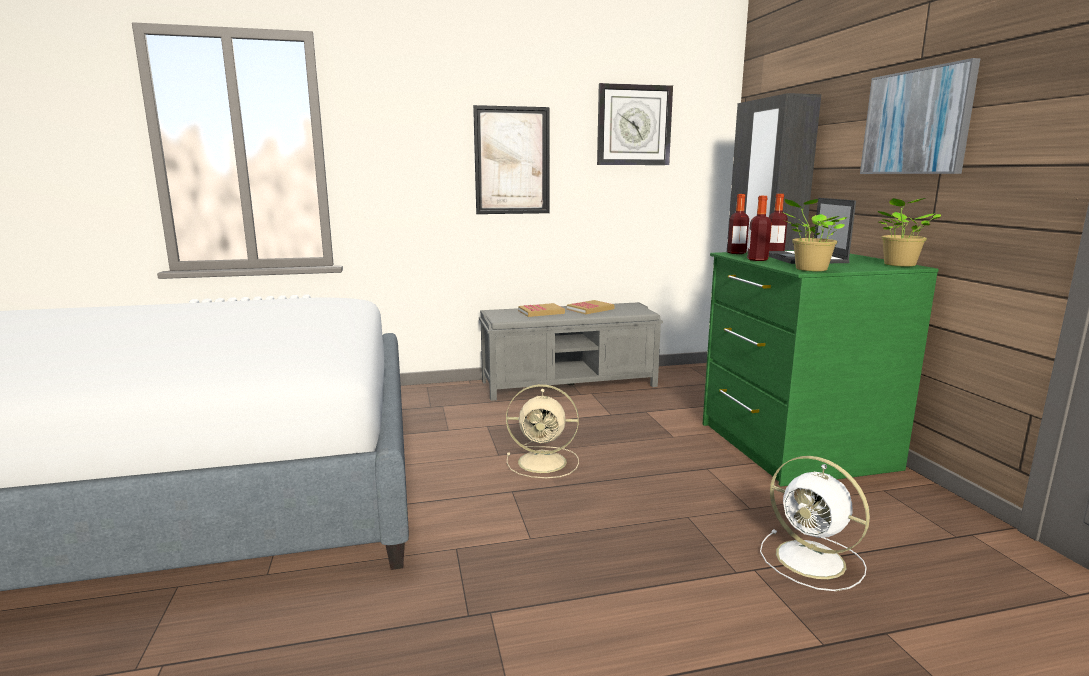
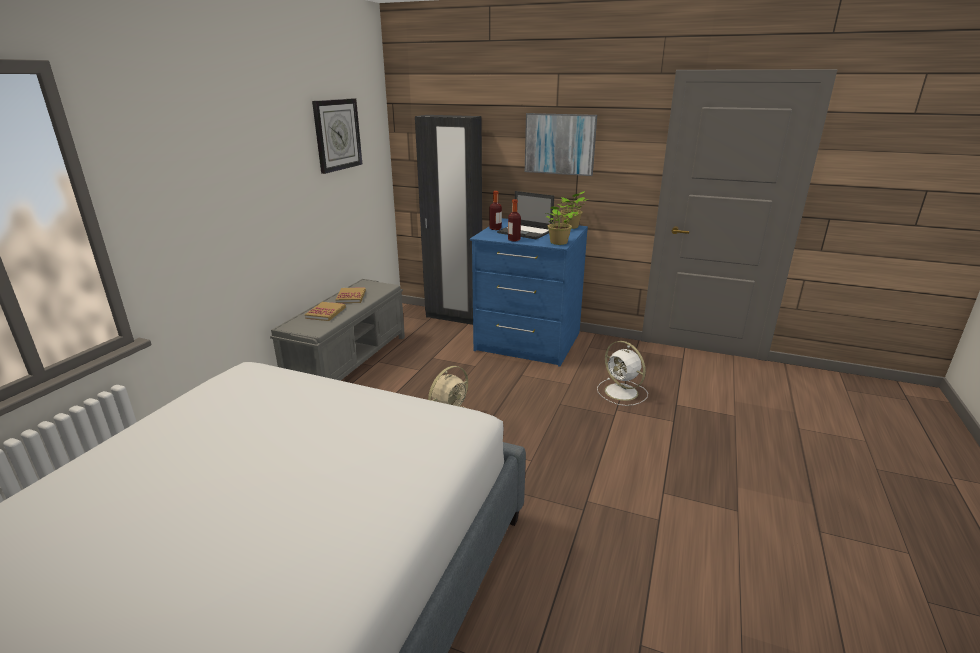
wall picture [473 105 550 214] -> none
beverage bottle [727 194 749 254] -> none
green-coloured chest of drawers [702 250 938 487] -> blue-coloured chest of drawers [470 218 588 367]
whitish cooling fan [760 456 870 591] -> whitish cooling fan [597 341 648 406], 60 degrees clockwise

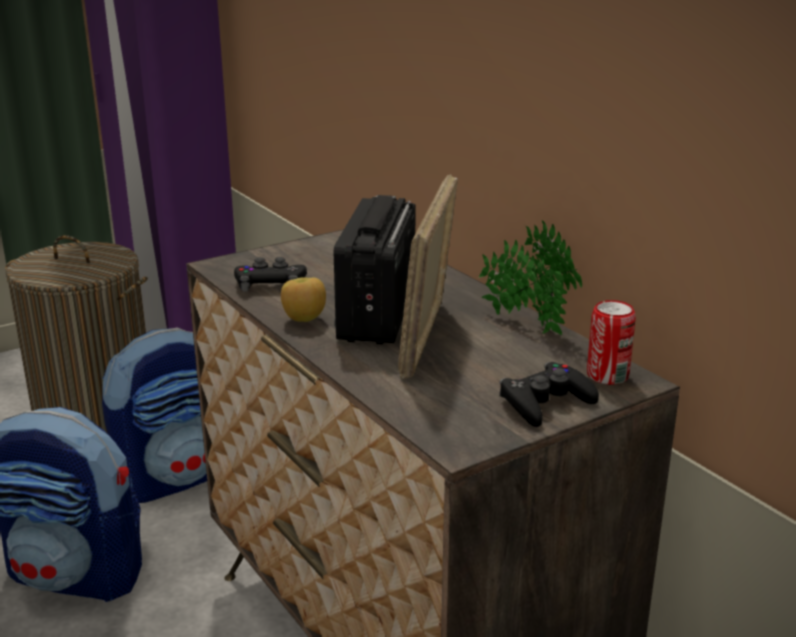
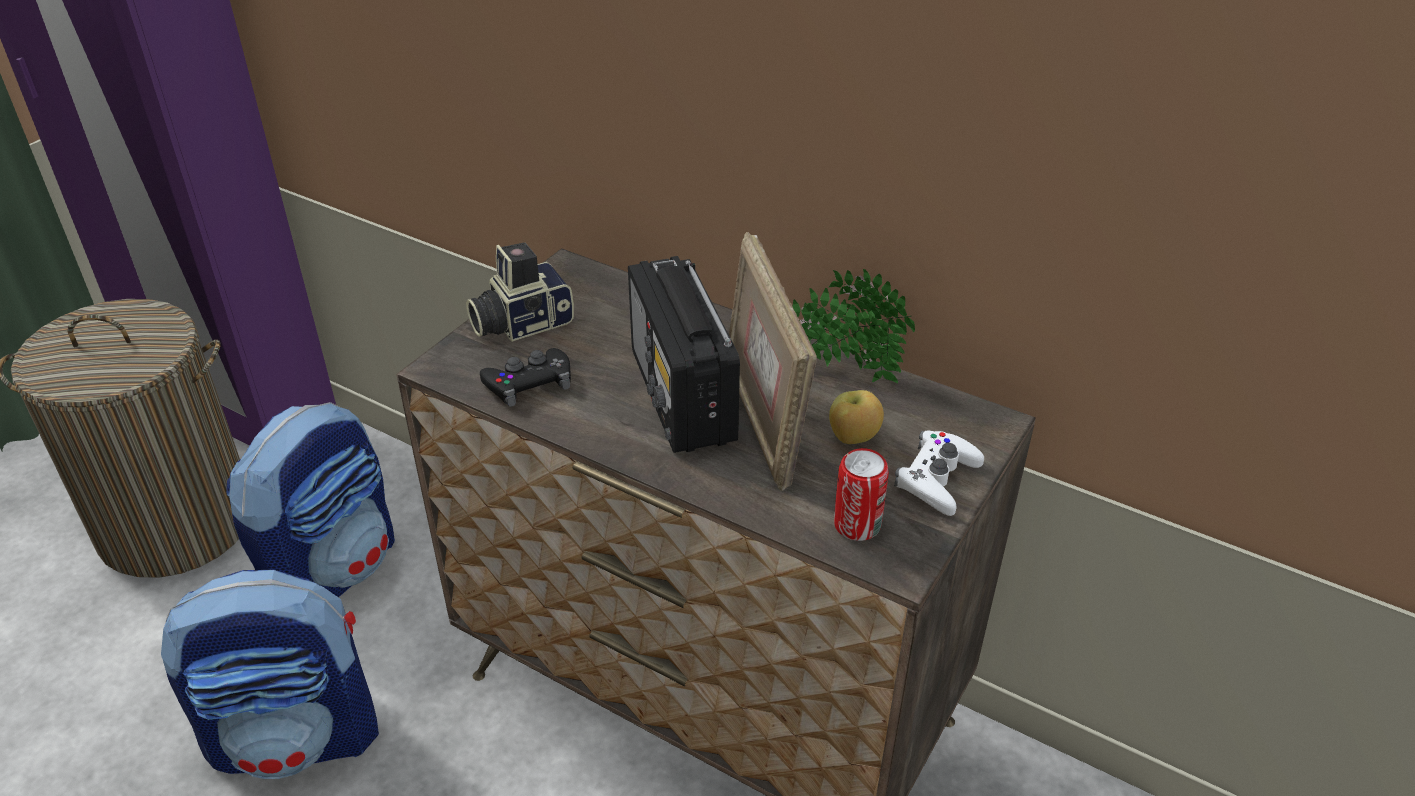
none -> still camera [466 242 574 342]
apple [281 277 326 322] -> apple [829 390 884 444], relocated
can [587 300 636 385] -> can [834 448 889 541], relocated
black game controller [500 362 599 427] -> whitish game controller [894 430 984 516]

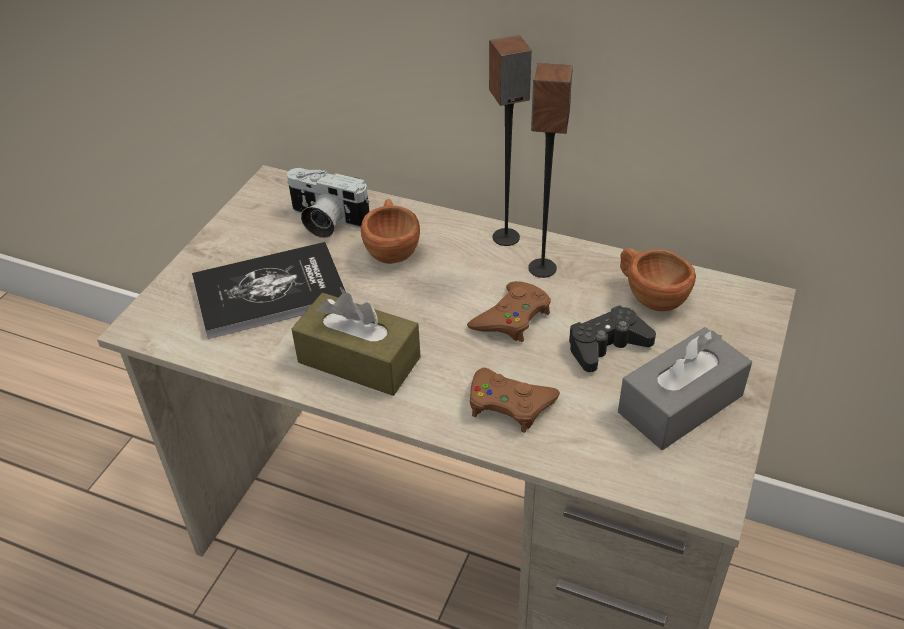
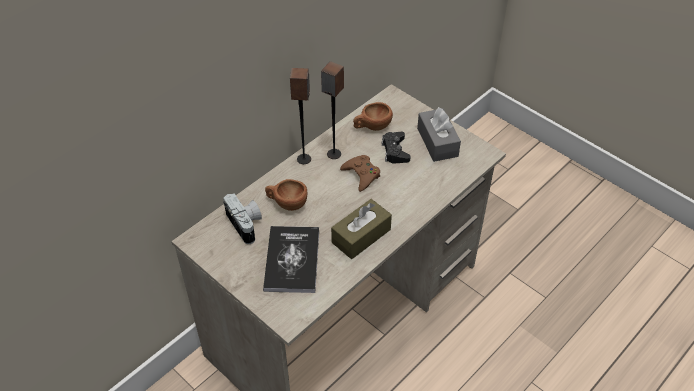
brown-coloured game controller [470 368 560 433] -> none
still camera [287 168 370 238] -> still camera [223 194 262 244], 75 degrees counterclockwise

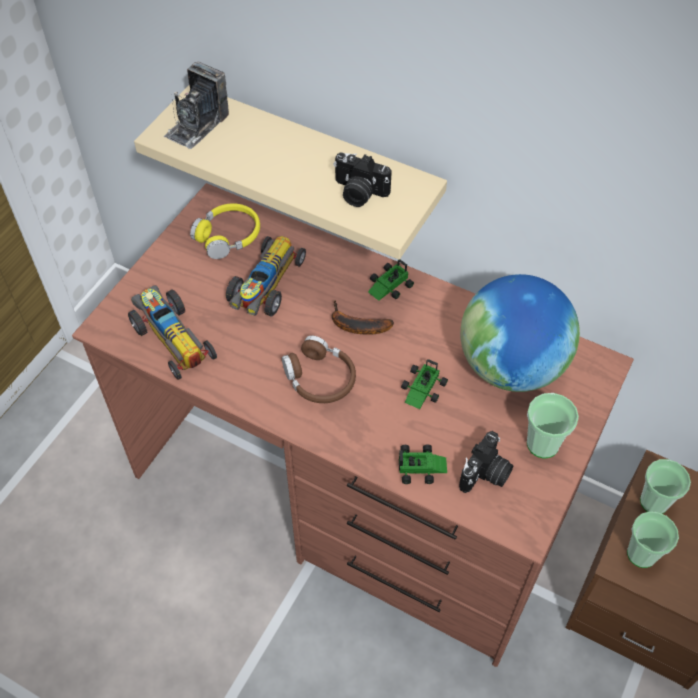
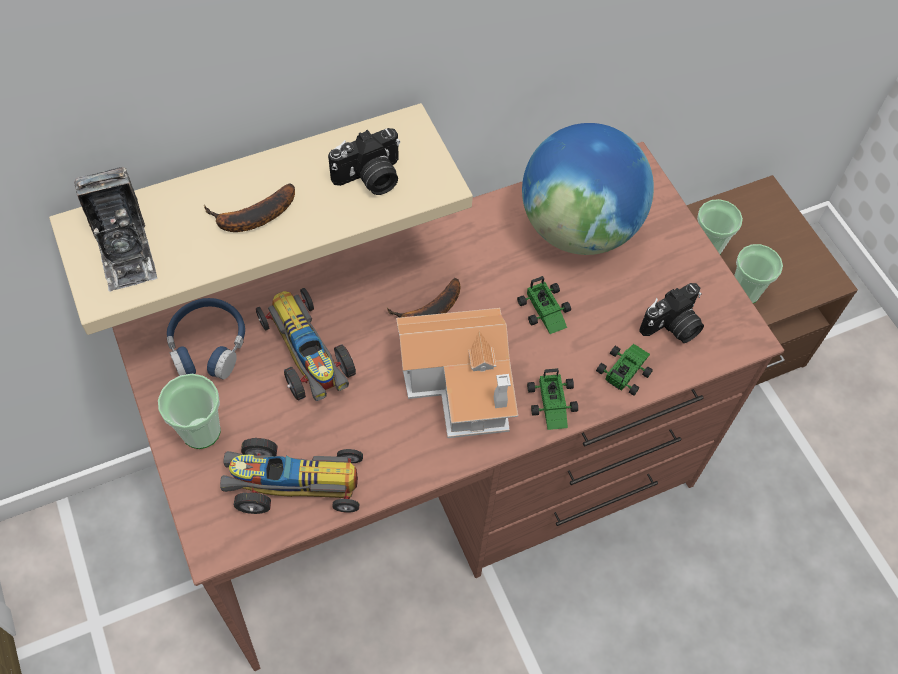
none -> whole banana [204 183 295 232]
toy car [368 260 414 301] -> toy car [527 368 578 430], relocated
drinking cup [527 393 579 458] -> drinking cup [158 374 221 449], relocated
brown-coloured pair of headphones [282 336 356 403] -> toy house [396 308 518 438]
yellow-coloured pair of headphones [190 203 260 259] -> blue-coloured pair of headphones [167 298 245 380]
still camera [459 431 514 493] -> still camera [639 283 704 343], 75 degrees clockwise

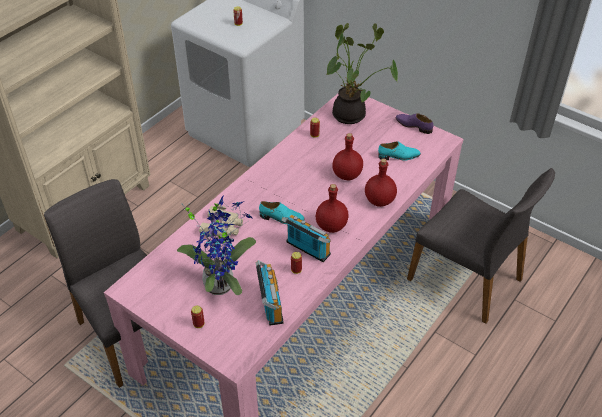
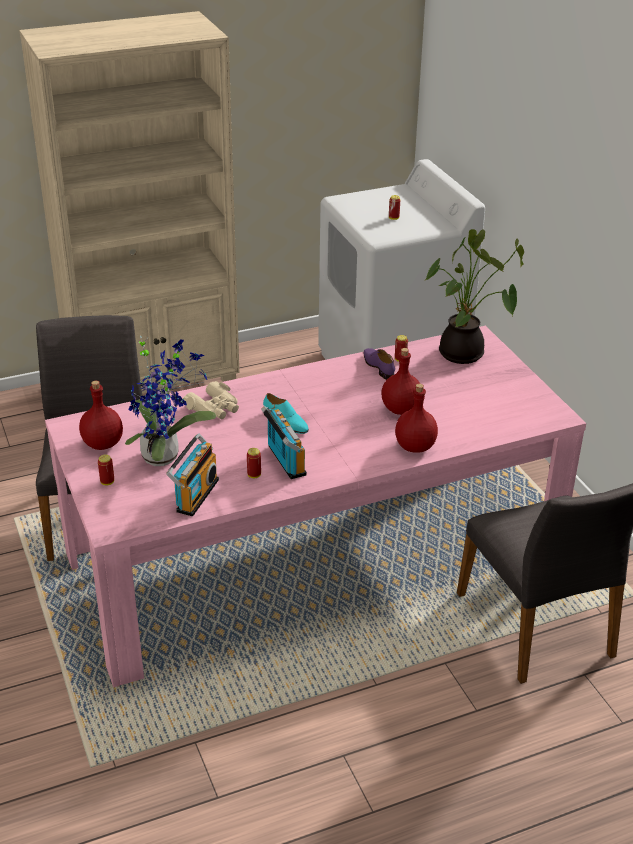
turquoise-coloured low shoe [378 141 421 161] -> none
red-coloured beverage bottle [316 184 349 233] -> red-coloured beverage bottle [79 381 123 450], relocated
purplish low shoe [396 113 434 134] -> purplish low shoe [364 348 395 380], relocated

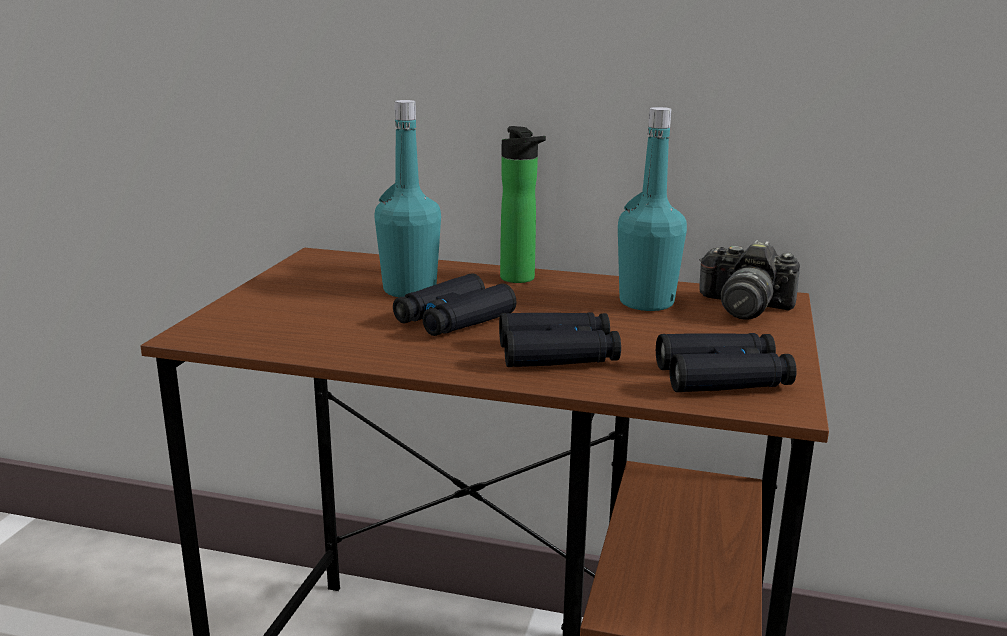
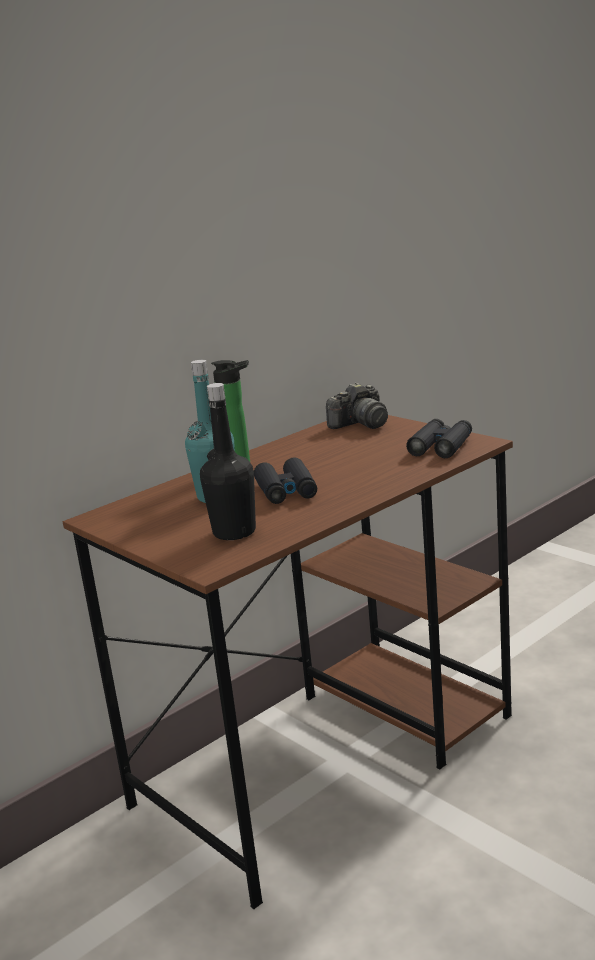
black binoculars [499 312 621 367] -> none
turquoise-coloured beverage bottle [618 107 687 311] -> none
none -> black beverage bottle [200 383 256 540]

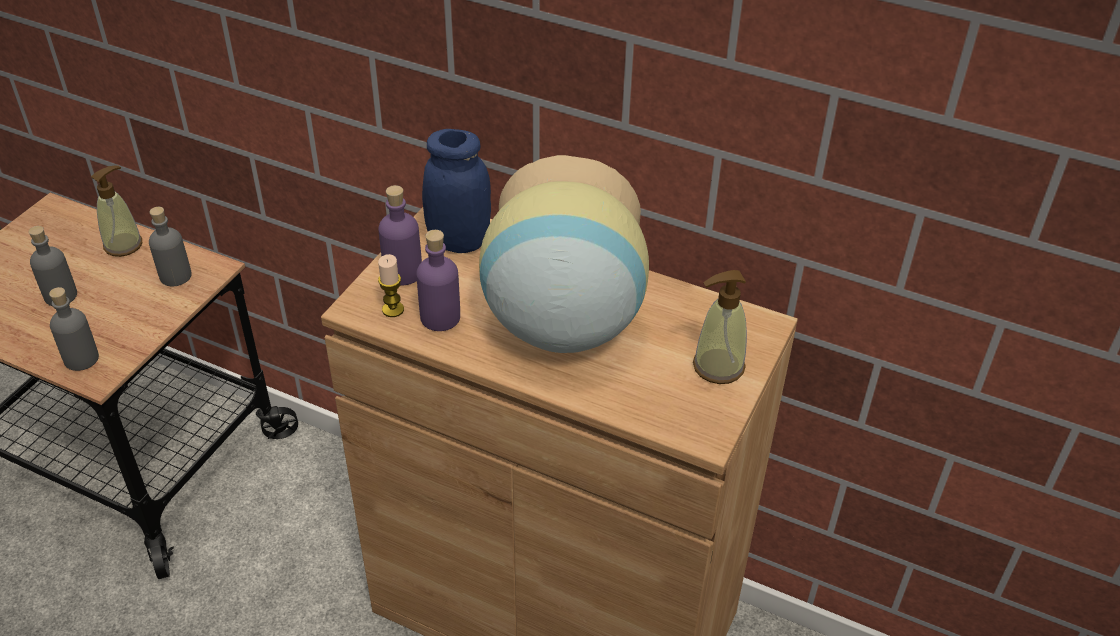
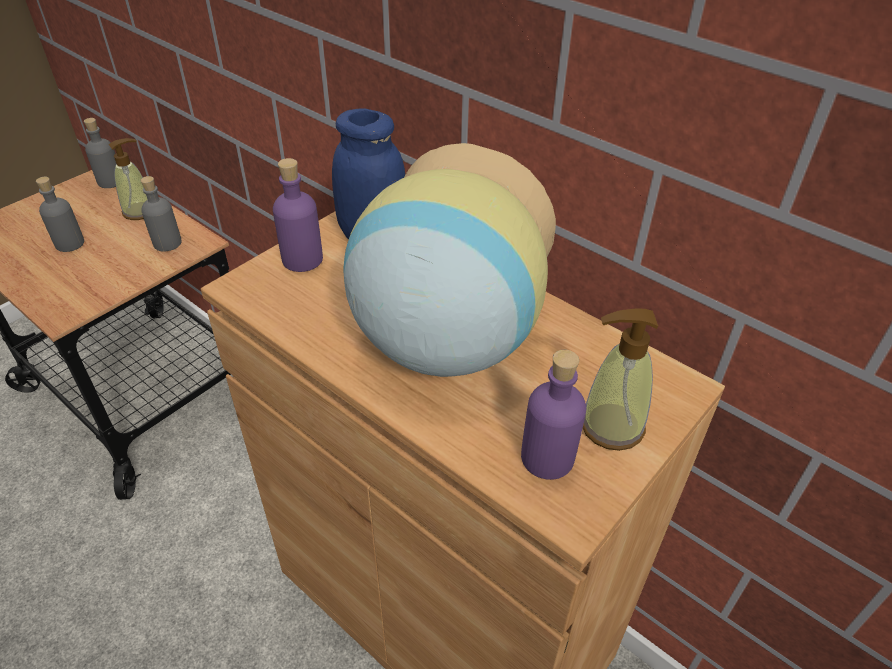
wax candle [378 254 404 317] -> none
greyish beverage bottle [49 287 99 371] -> greyish beverage bottle [84 118 116 188], relocated
purplish beverage bottle [416 230 460 331] -> purplish beverage bottle [521 350 586 480], relocated

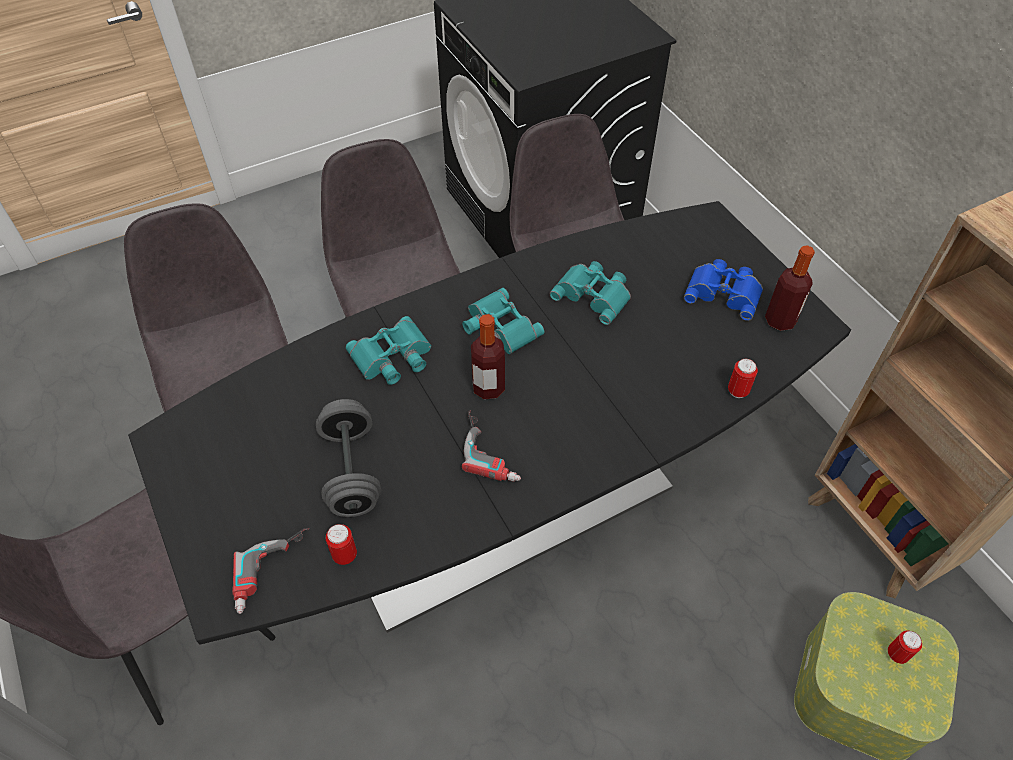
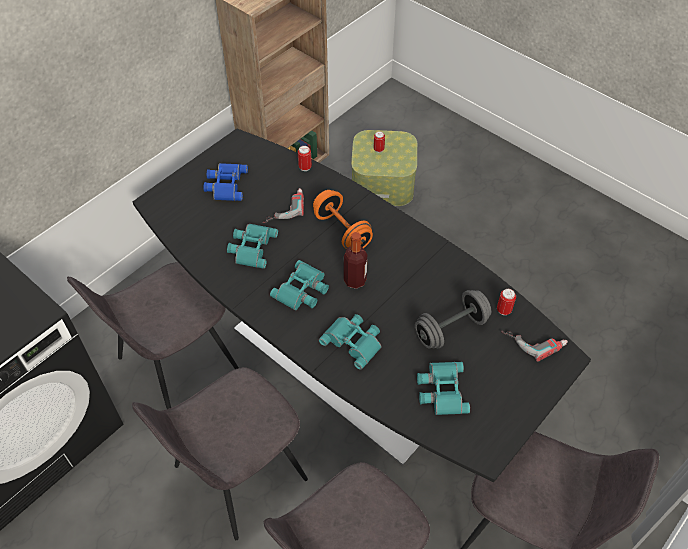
beverage bottle [765 245 815 331] -> none
none -> orangey hand weight [313 190 373 249]
none -> turquoise-coloured binoculars [417 362 470 415]
power drill [462 411 521 482] -> power drill [262 188 304 223], relocated

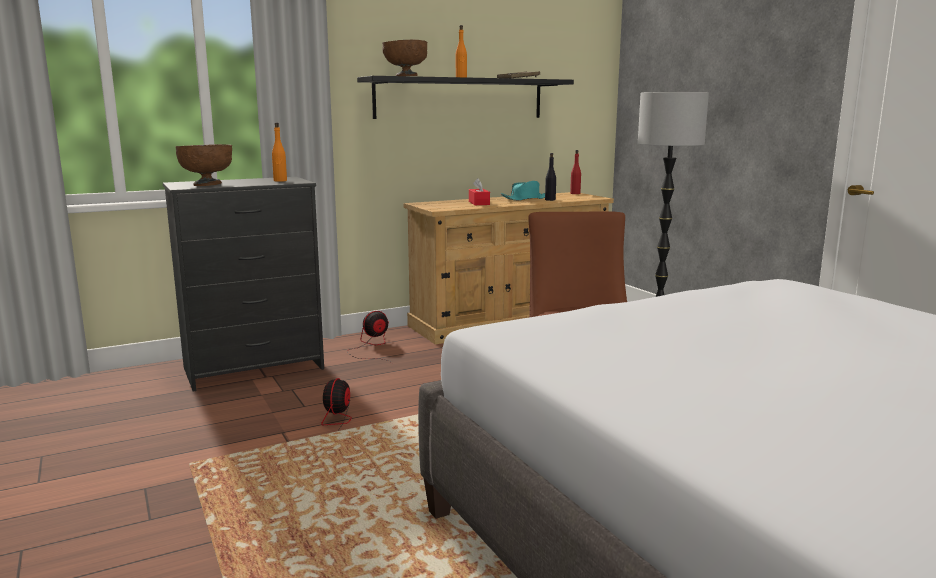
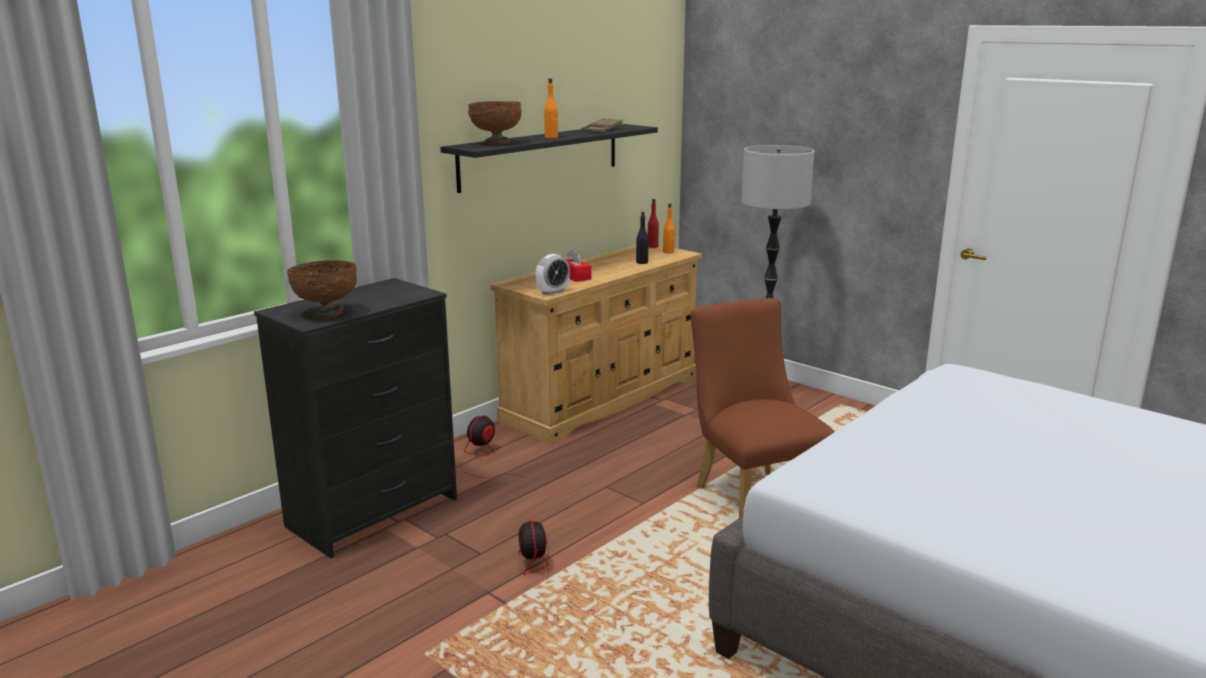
turquoise-coloured wearable hat [501 181 545 201] -> none
none -> bedside clock [536 254 570 295]
orangey beverage bottle [272 122 287 182] -> orangey beverage bottle [663 203 675 254], relocated

